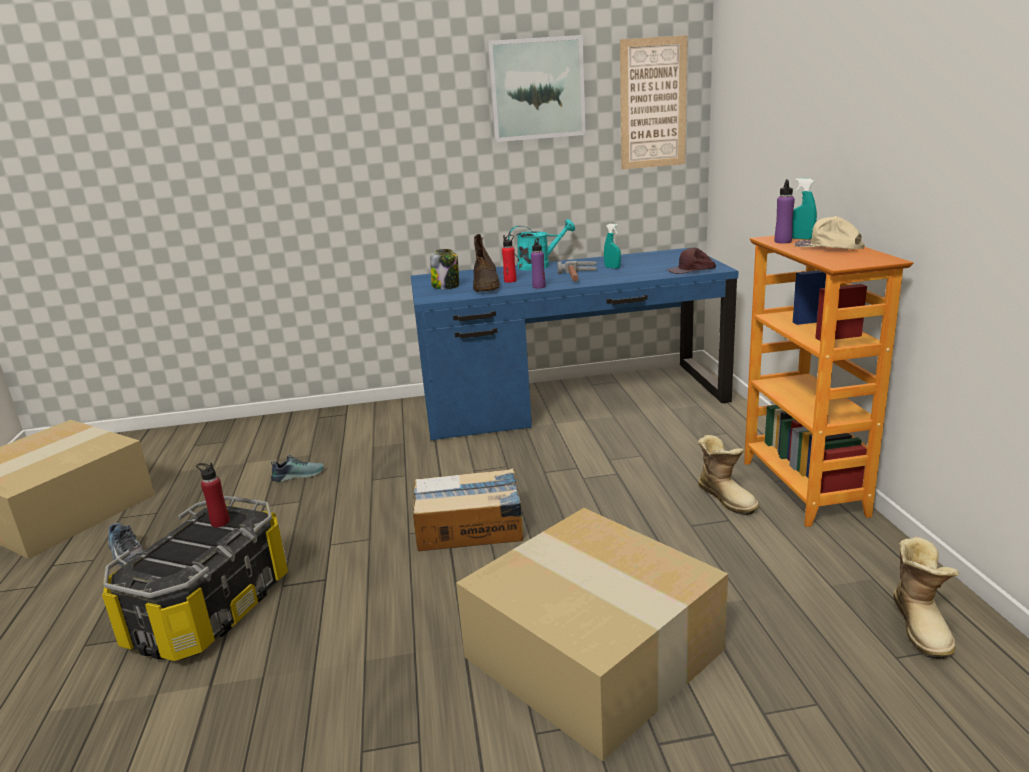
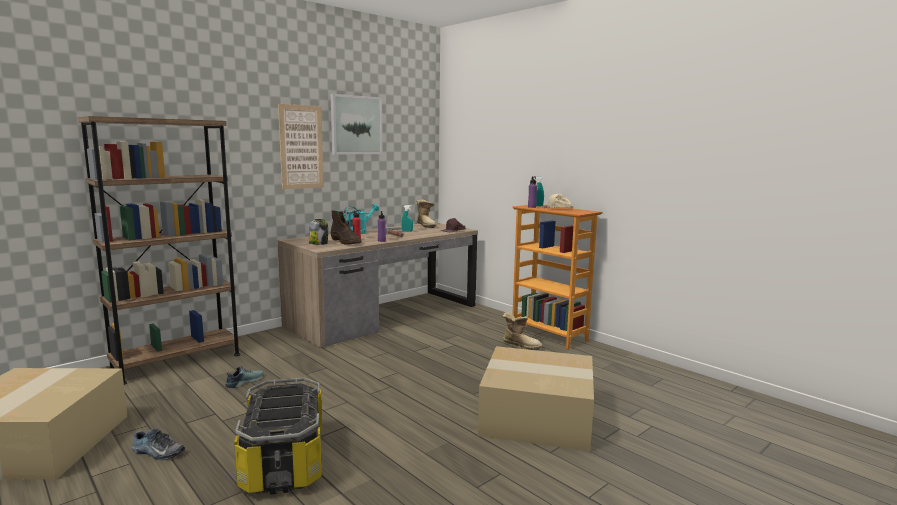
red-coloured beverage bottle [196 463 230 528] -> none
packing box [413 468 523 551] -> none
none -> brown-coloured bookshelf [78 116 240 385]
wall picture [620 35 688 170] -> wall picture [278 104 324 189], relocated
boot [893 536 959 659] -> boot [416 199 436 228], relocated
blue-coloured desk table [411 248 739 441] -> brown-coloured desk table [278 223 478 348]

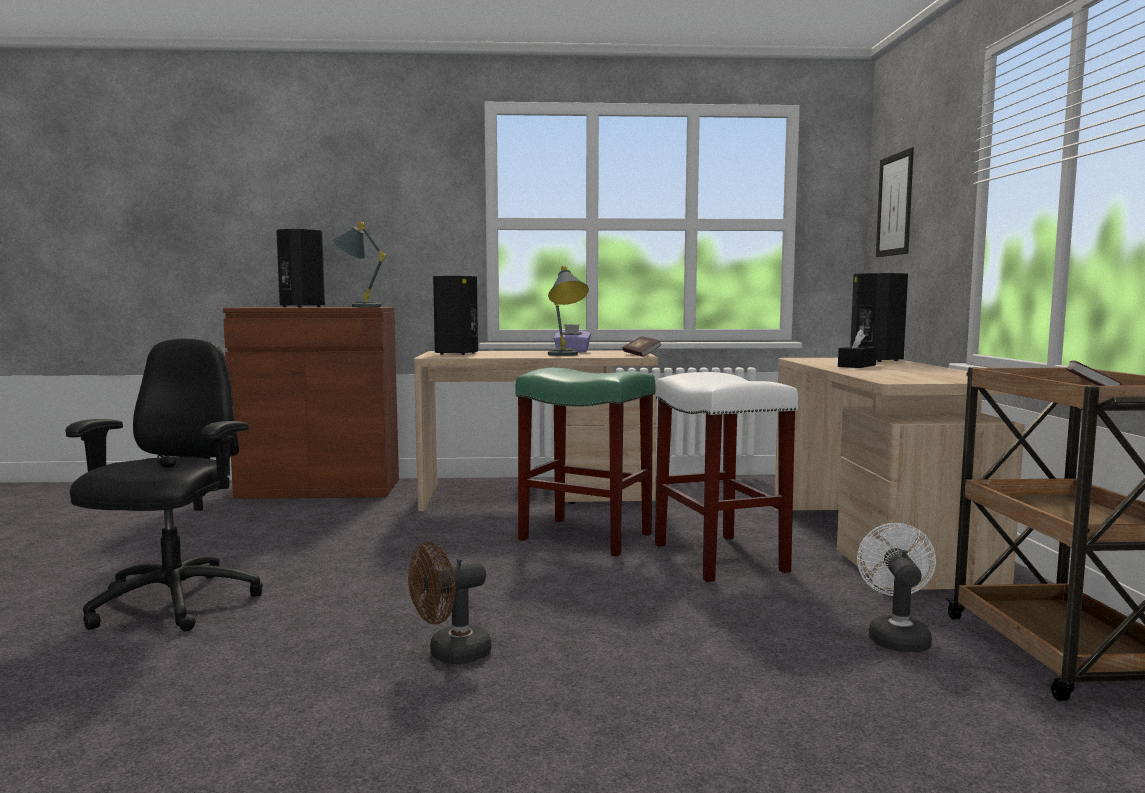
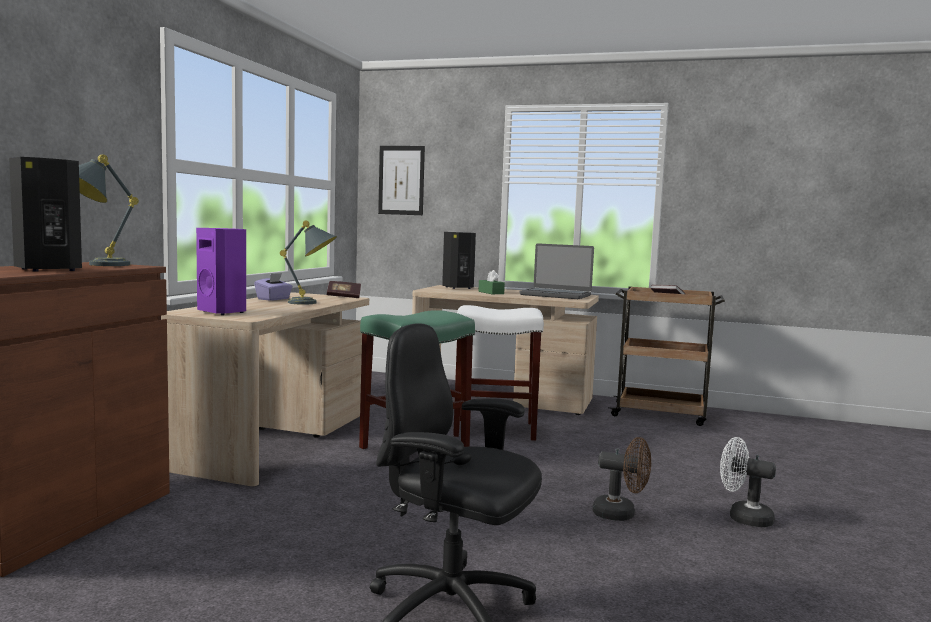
none -> portable computer [520 243 594 299]
whitish cooling fan [857 523 936 652] -> whitish cooling fan [720 437 776 527], relocated
black loudspeaker [433 276 478 355] -> purplish loudspeaker [196 228 246 315]
black tissue box [838 329 877 368] -> green-coloured tissue box [479 270 505 294]
brown-coloured cooling fan [408 542 491 664] -> brown-coloured cooling fan [592 437 651 521], 60 degrees counterclockwise

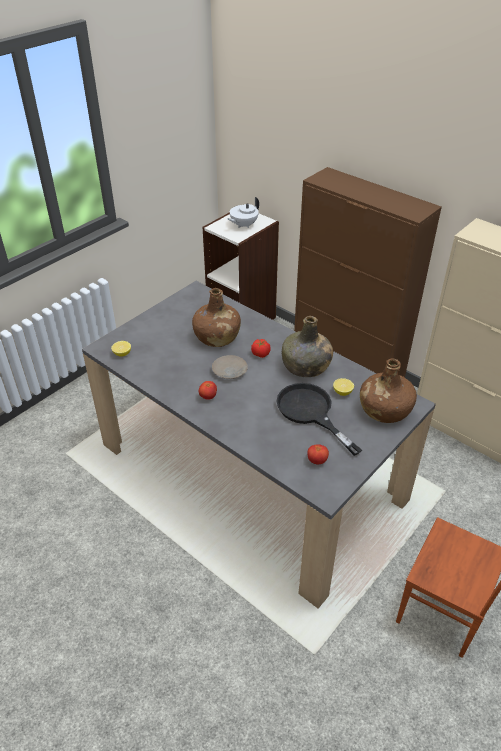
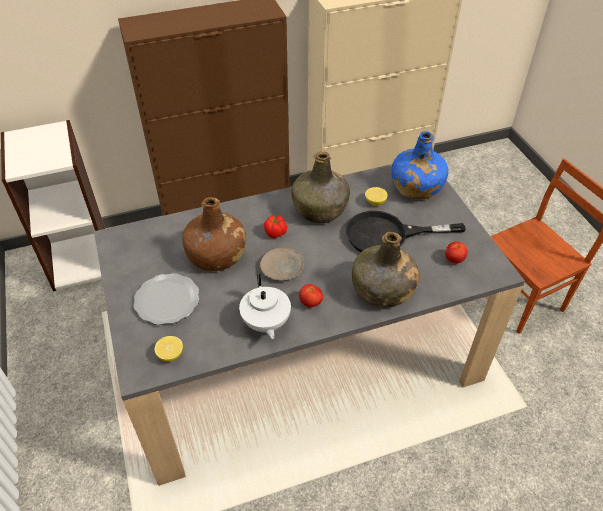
none -> flat dish [134 273 199 325]
none -> green-coloured beverage bottle [352 232 419 308]
whitish tea pot [227 197 259 228] -> whitish tea pot [239 273 291 339], relocated
brown-coloured beverage bottle [360 358 417 423] -> blue-coloured beverage bottle [391 131 449 200]

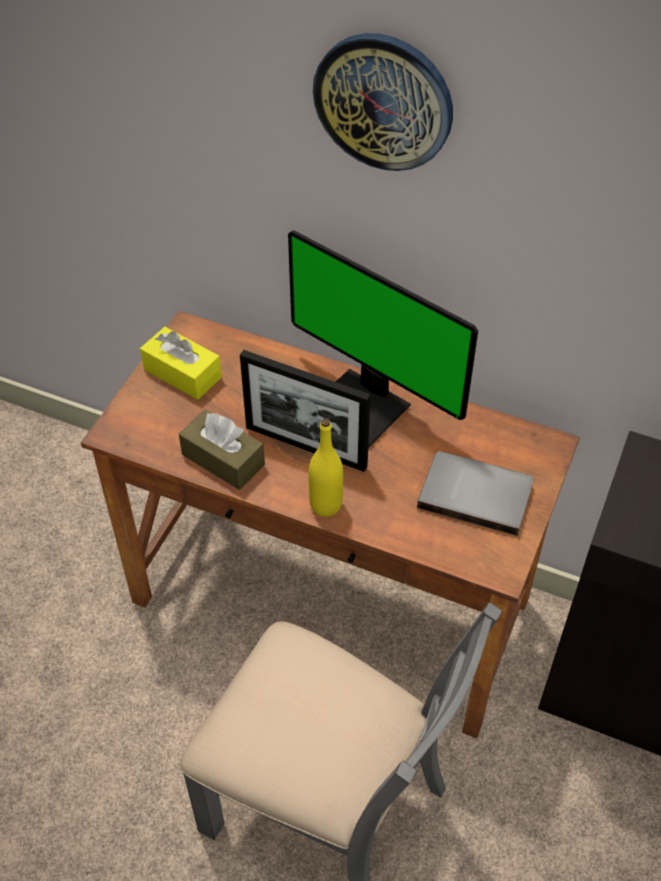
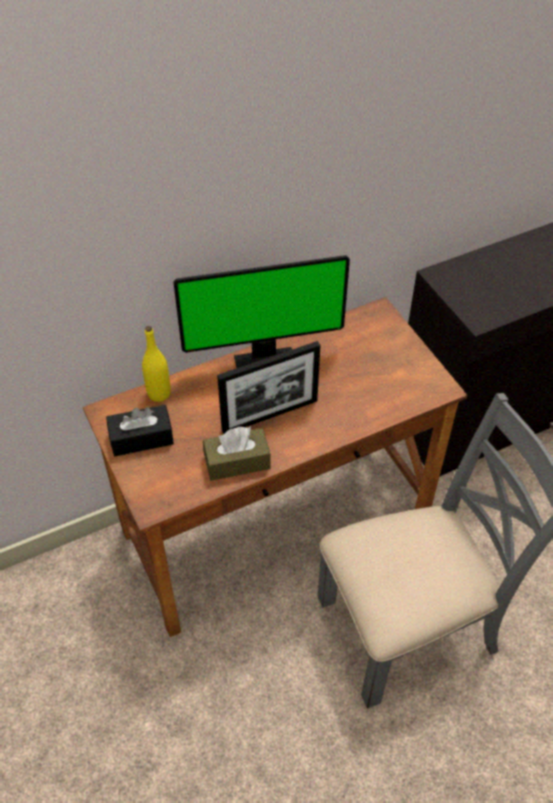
hanging clock [313 33 453 171] -> none
greyish bound book [417 451 534 536] -> none
yellow-coloured beverage bottle [308 419 343 516] -> yellow-coloured beverage bottle [142 326 171 402], relocated
yellow-coloured tissue box [140 327 222 400] -> black tissue box [106 405 174 456]

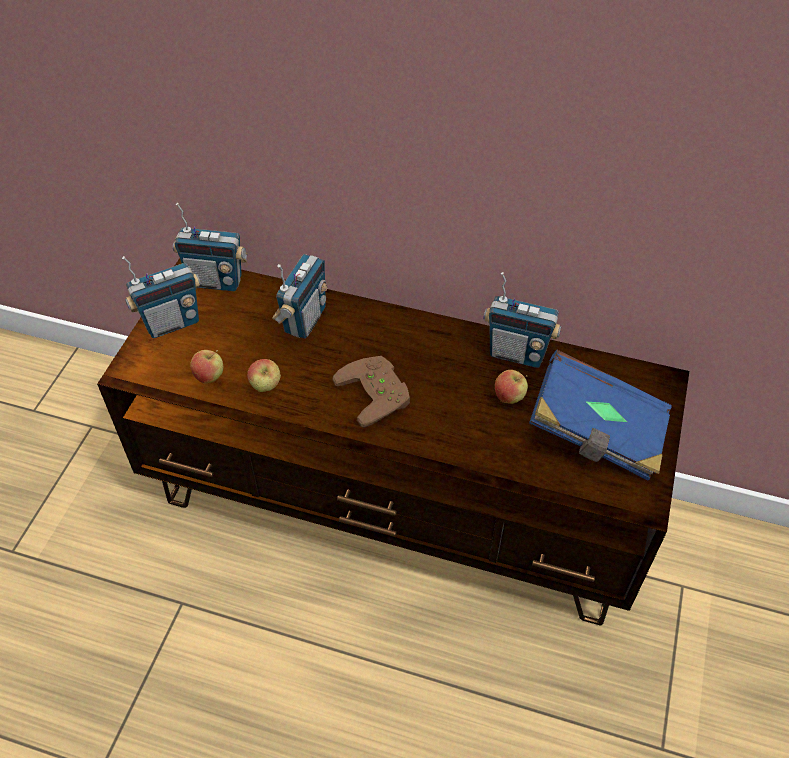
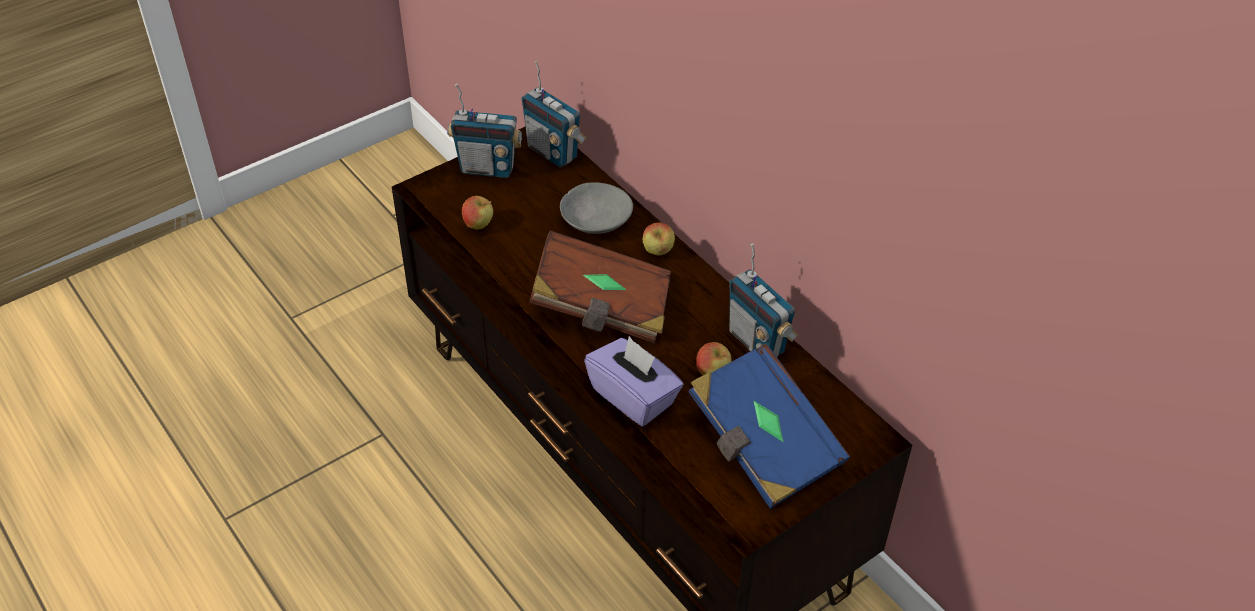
none -> purplish tissue box [584 336 684 426]
apple [247 359 281 392] -> apple [643 222 675 255], relocated
radio set [272 254 328 339] -> greyish deep dish [560 182 633 234]
brown-coloured game controller [332 356 410 428] -> brown-coloured bound book [529 231 671 344]

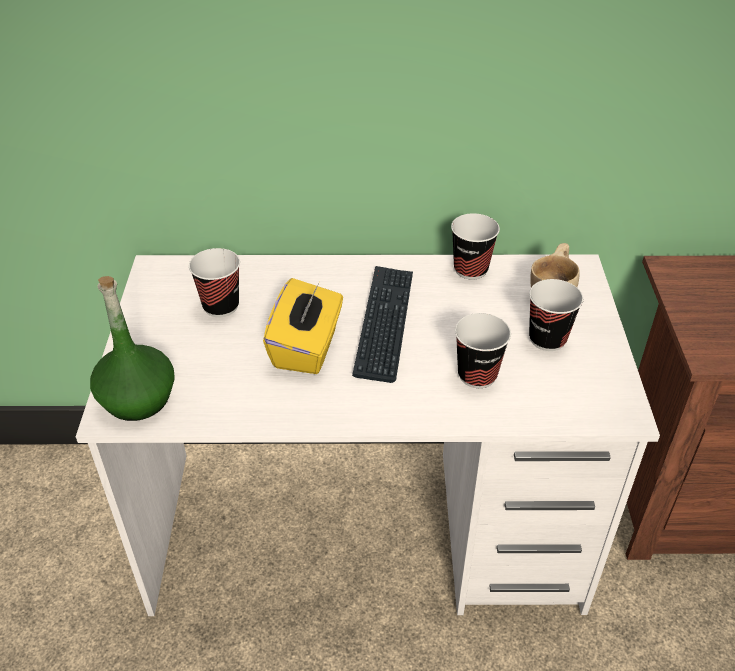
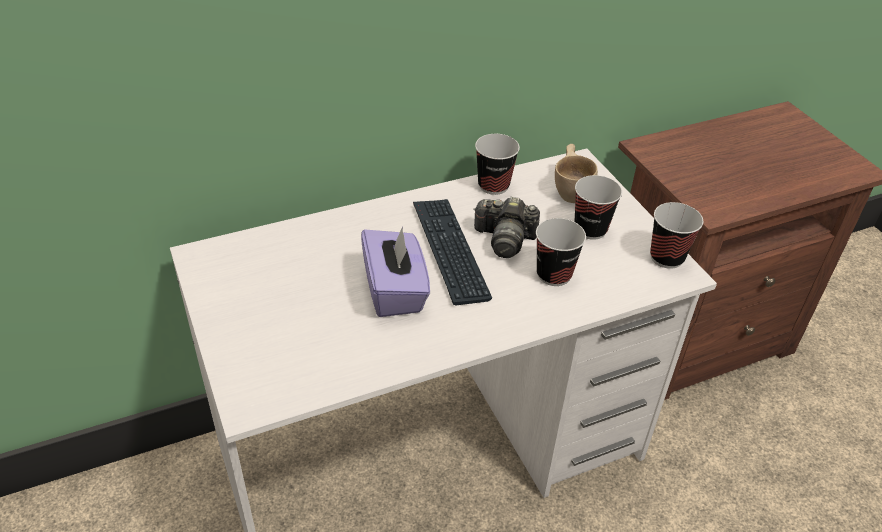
green-coloured beverage bottle [90 276 175 421] -> none
none -> still camera [473 197 540 258]
drinking cup [189 248 240 317] -> drinking cup [650 202 703 269], relocated
yellow-coloured tissue box [263 278 343 374] -> purplish tissue box [361 226 430 317]

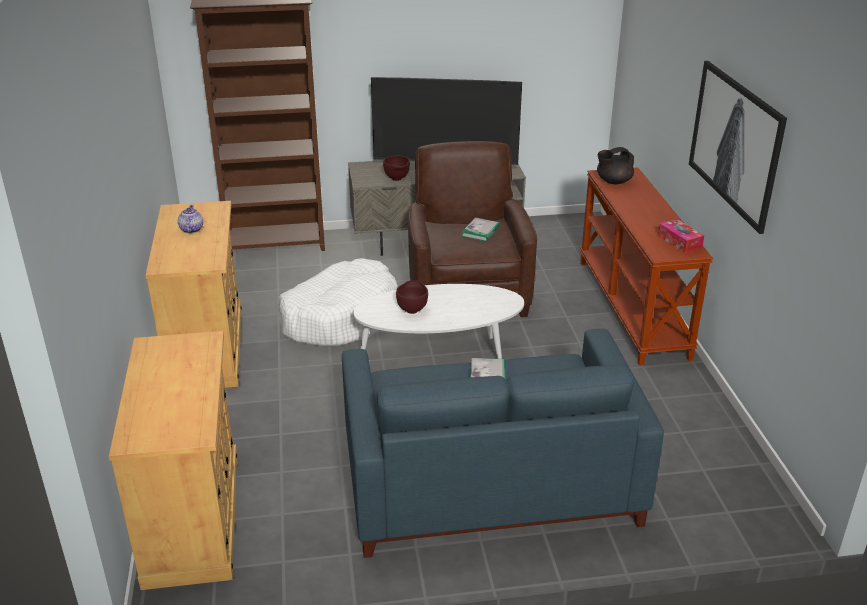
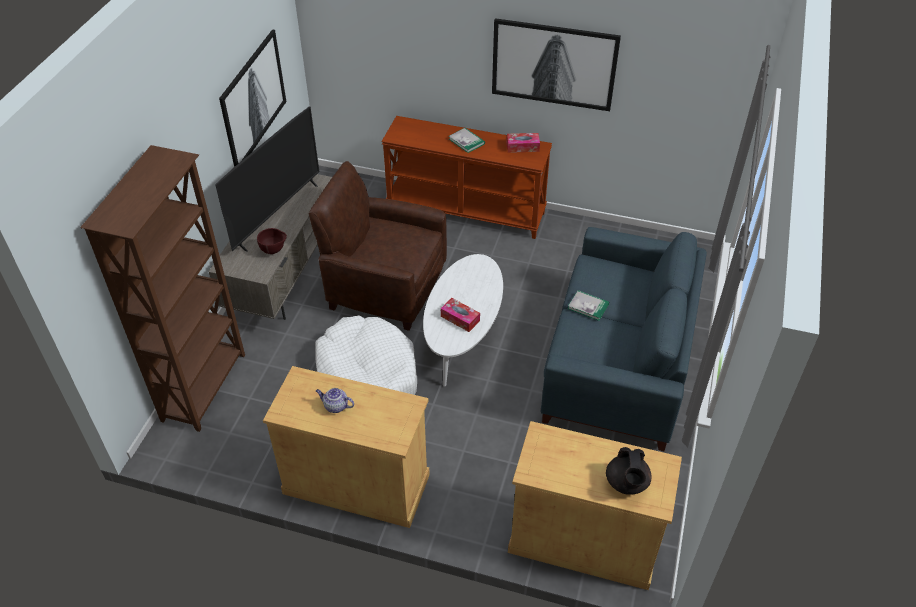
none -> wall picture [219 29 286 167]
bound book [461 217 500 241] -> bound book [449 128 485 153], relocated
black tea pot [597 147 634 184] -> black tea pot [606 447 652 495], relocated
brown-coloured deep dish [396 280 428 314] -> tissue box [441 298 480 332]

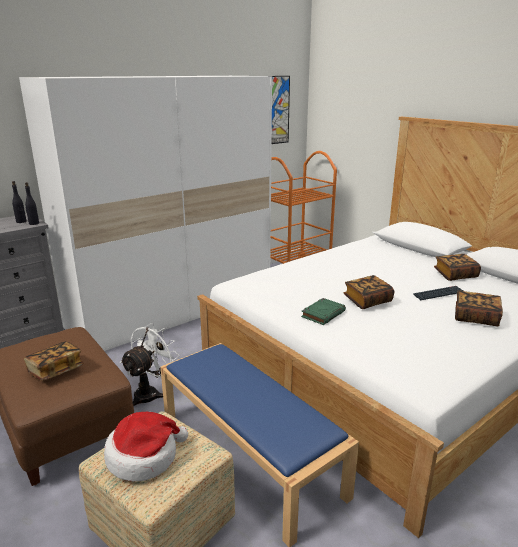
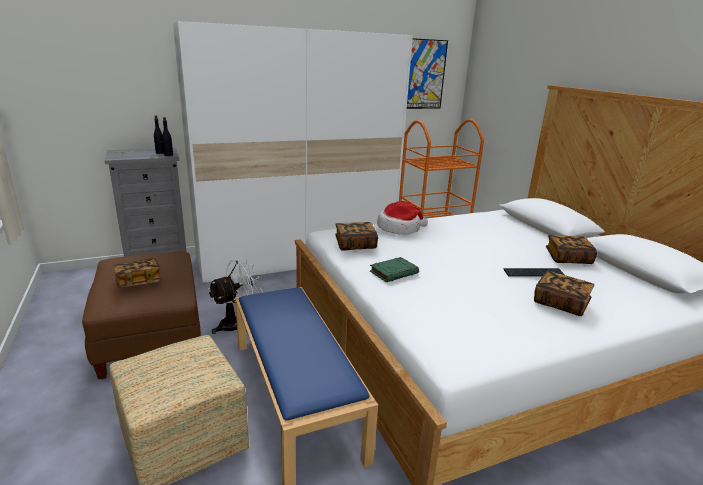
wearable hat [104 412 188 482] -> wearable hat [377 201 428 235], relocated
bound book [344 275 394 309] -> bound book [335 222 378 251], relocated

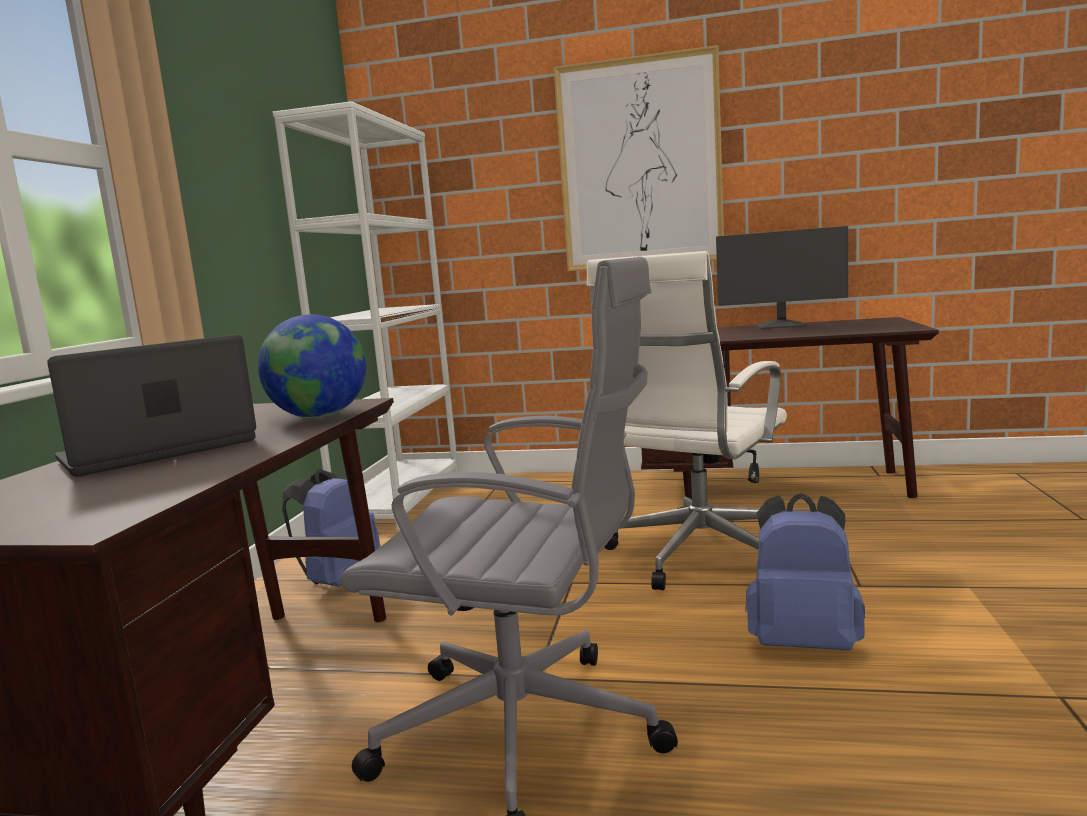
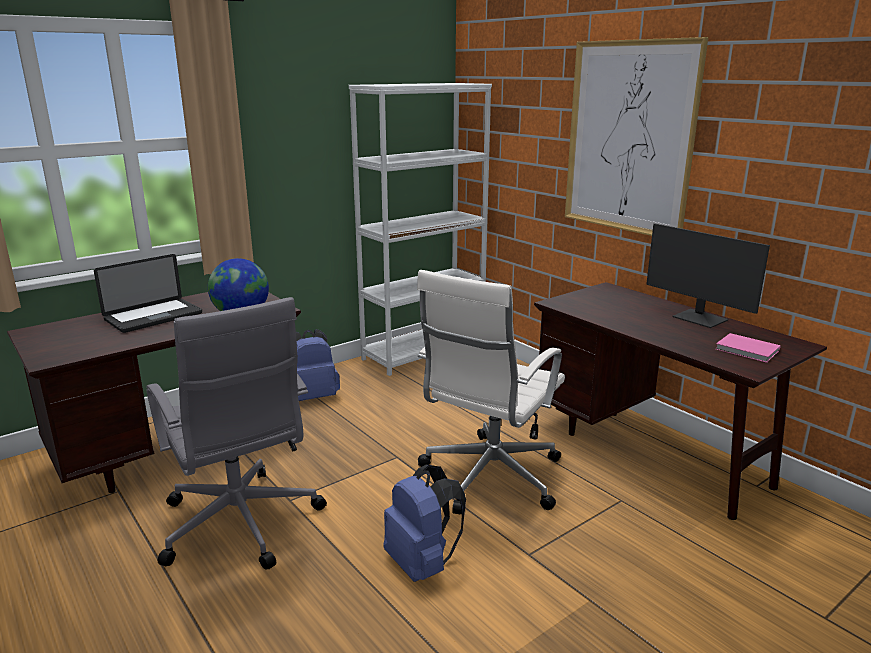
none -> pink bound book [716 333 781 363]
portable computer [47 335 256 477] -> portable computer [94 254 202 333], 135 degrees clockwise
whitish office chair [587 251 787 590] -> whitish office chair [417 270 565 514], 45 degrees counterclockwise

